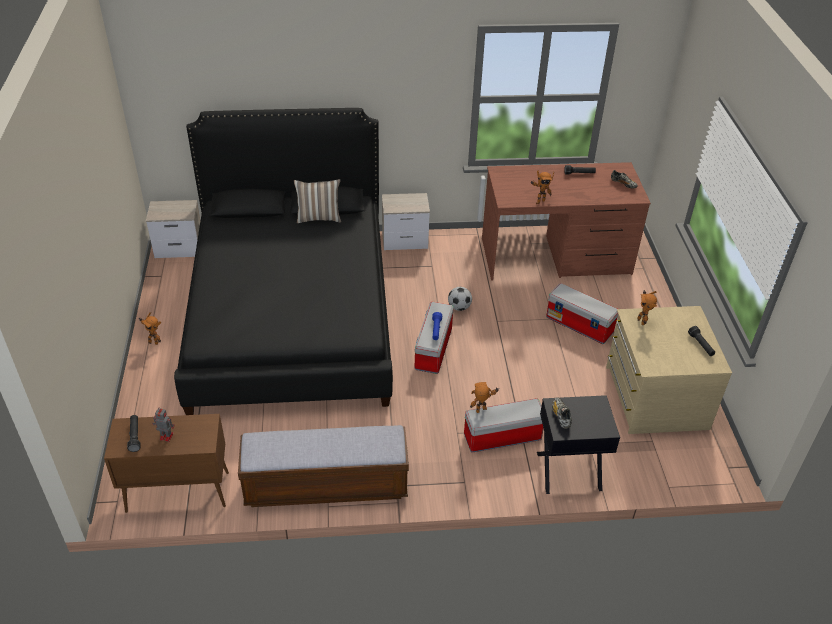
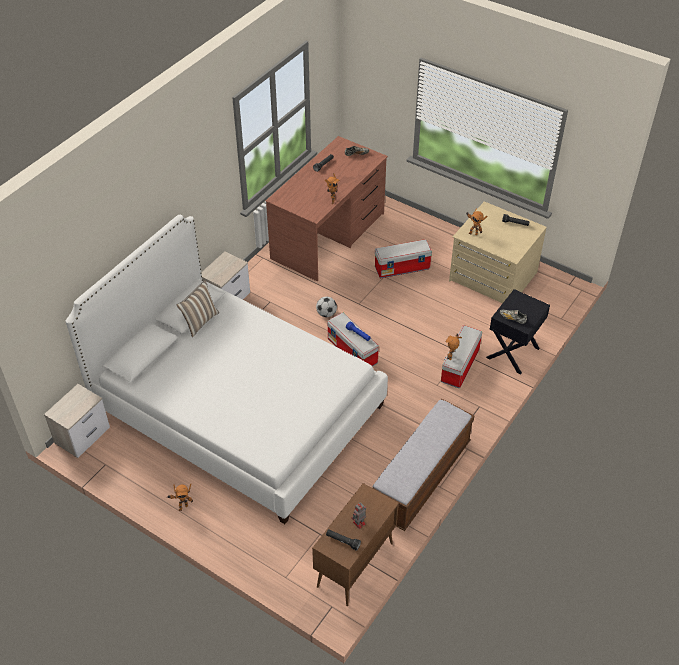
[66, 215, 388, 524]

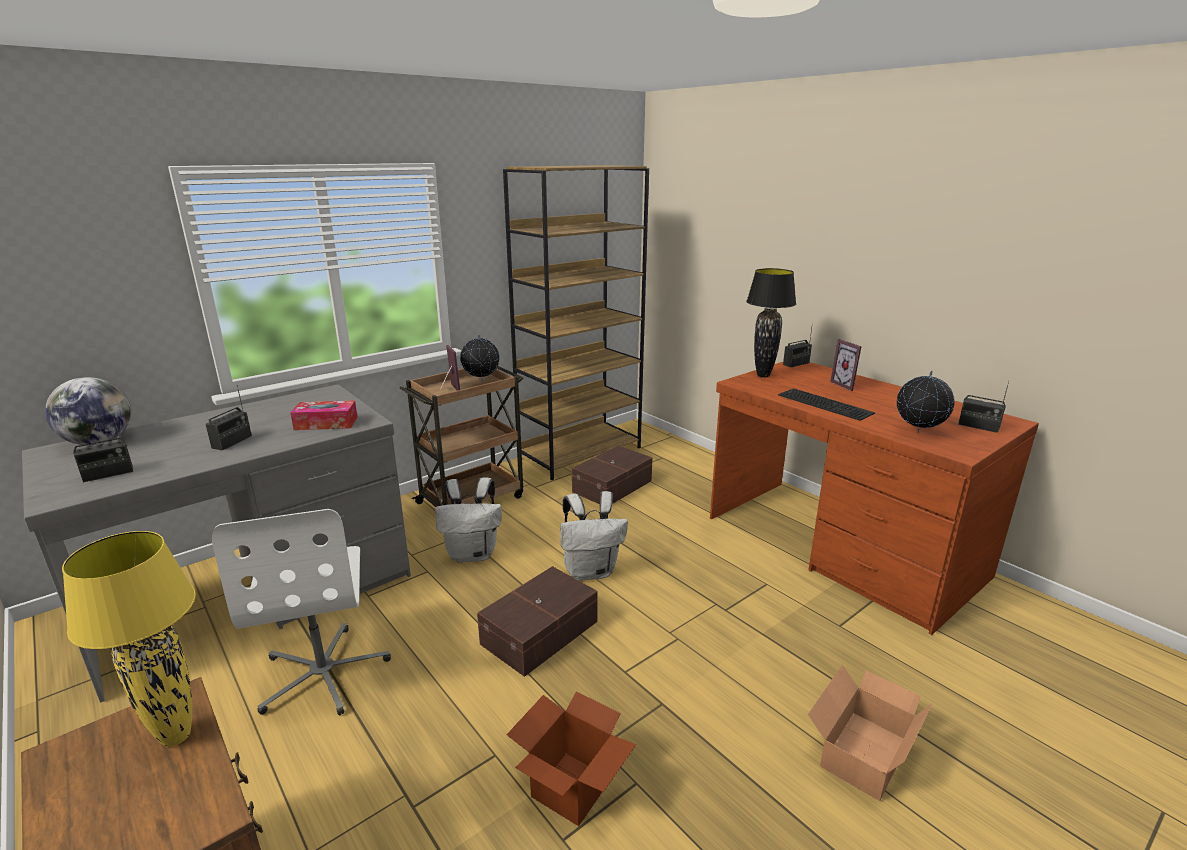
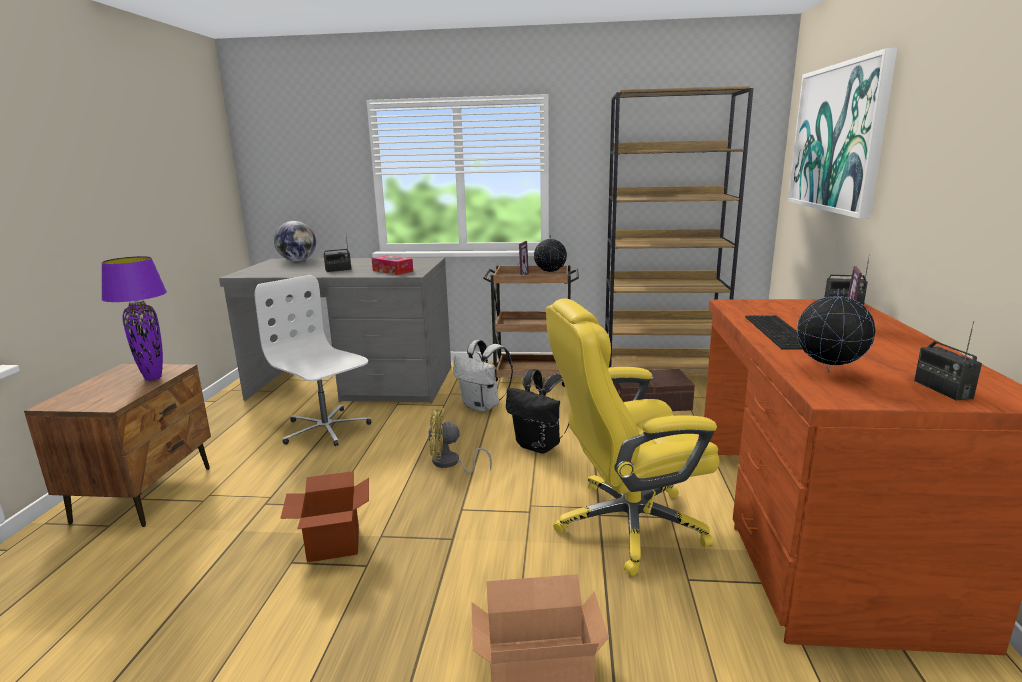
[101, 256, 167, 381]
[255, 275, 371, 446]
[428, 408, 492, 474]
[506, 369, 569, 454]
[546, 298, 720, 576]
[787, 48, 898, 219]
[73, 415, 133, 483] (first image)
[746, 268, 796, 378] (first image)

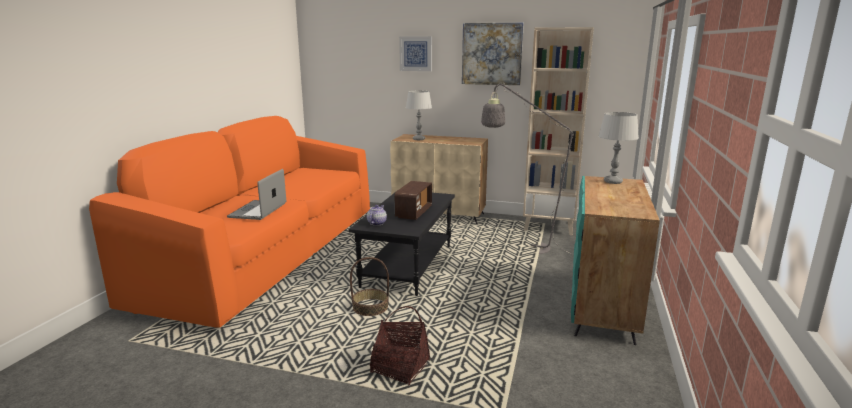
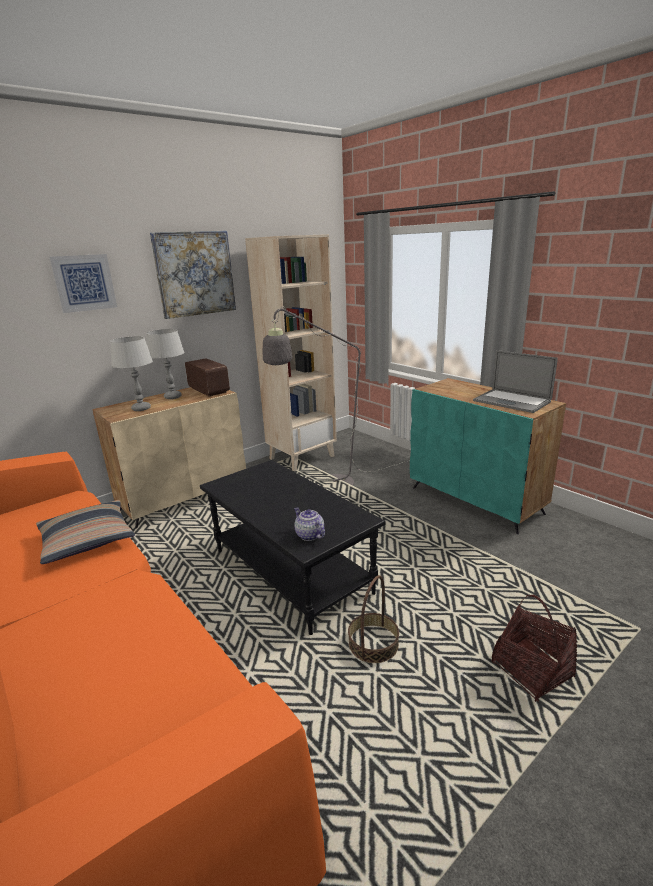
[36, 500, 135, 564]
[146, 329, 185, 399]
[185, 358, 230, 396]
[473, 350, 558, 413]

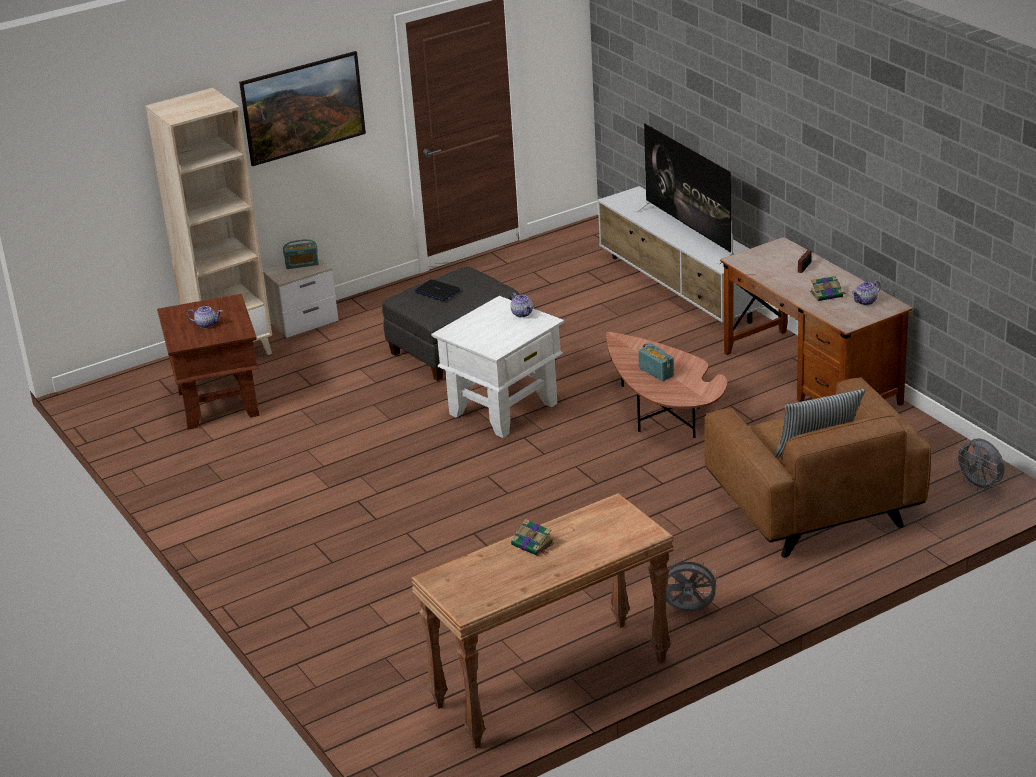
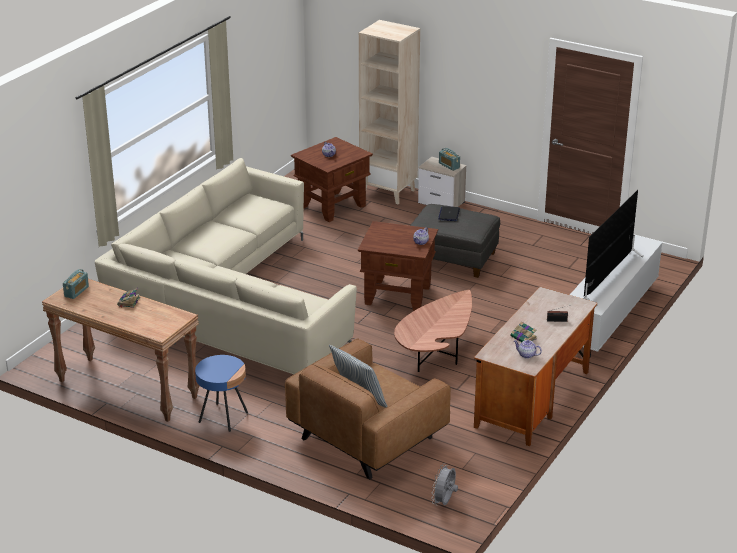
[63, 269, 89, 299]
[95, 158, 357, 374]
[195, 355, 248, 432]
[358, 221, 438, 311]
[239, 51, 366, 166] (first image)

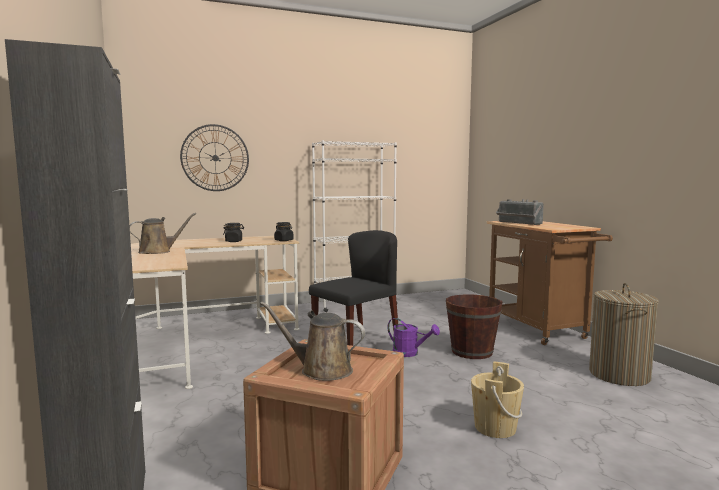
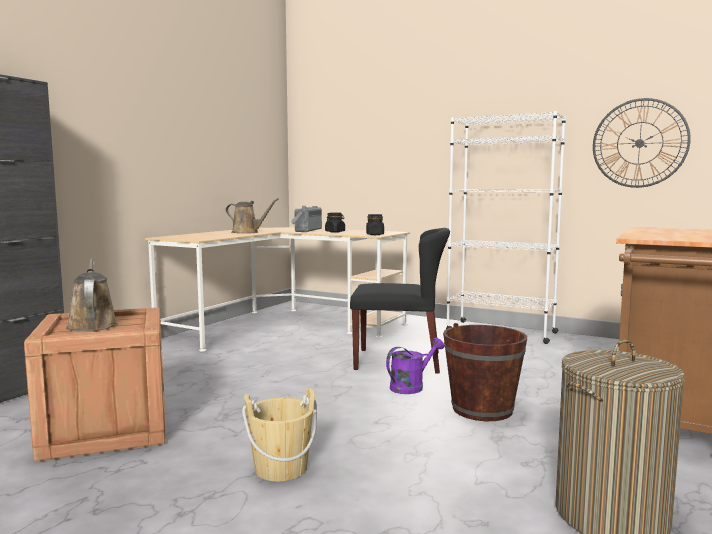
[291, 206, 322, 232]
[386, 338, 444, 394]
[593, 98, 691, 188]

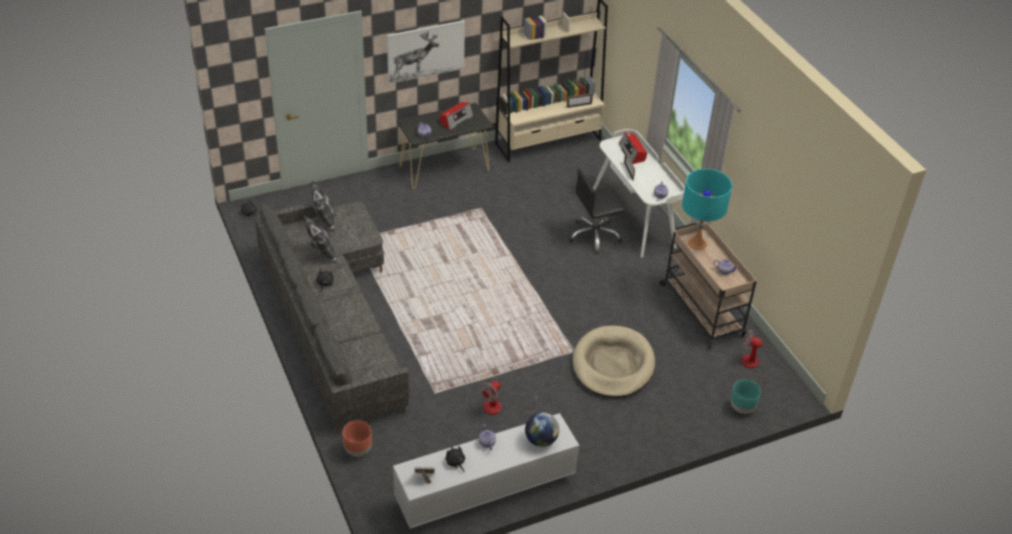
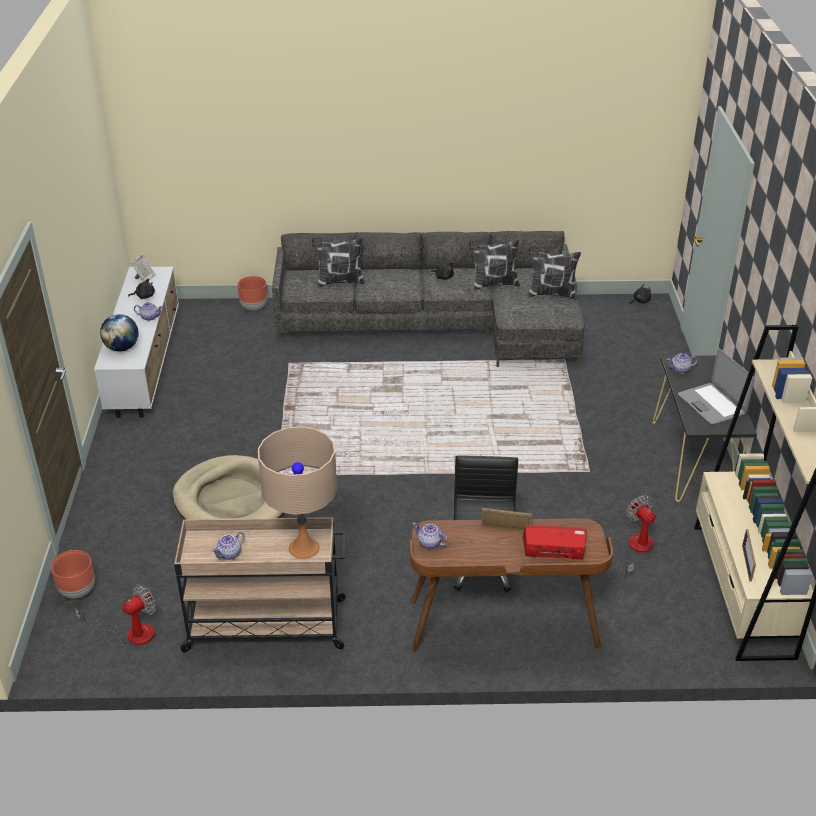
[51, 550, 95, 599]
[258, 426, 337, 559]
[312, 237, 365, 287]
[410, 518, 613, 652]
[621, 495, 656, 577]
[678, 349, 755, 425]
[387, 20, 465, 84] (first image)

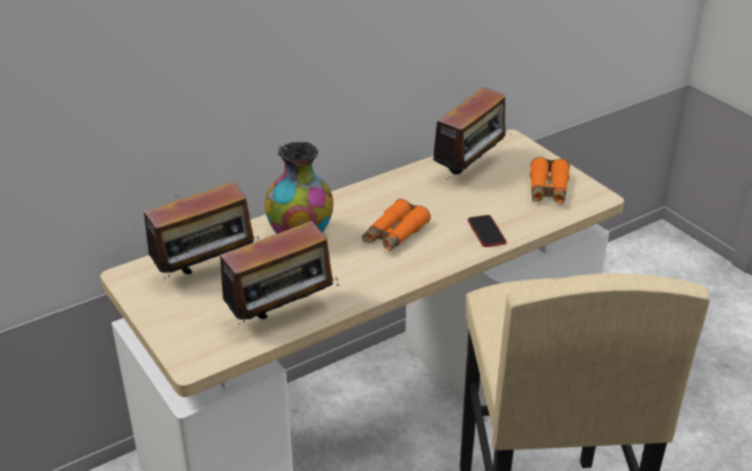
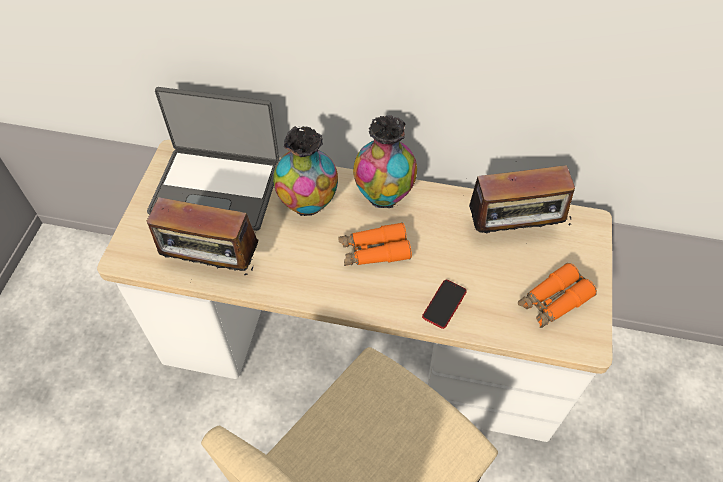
[147, 87, 280, 231]
[353, 115, 417, 208]

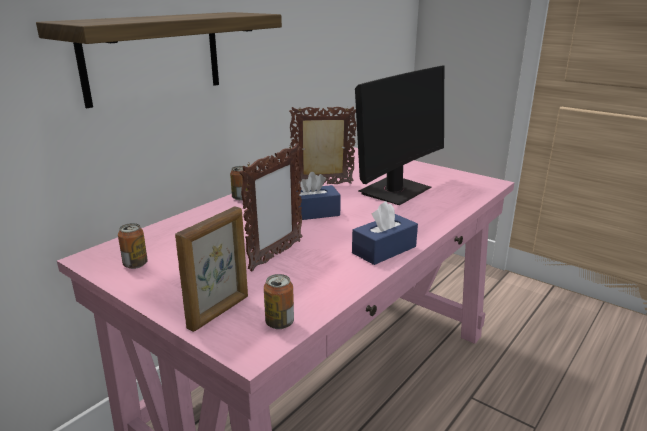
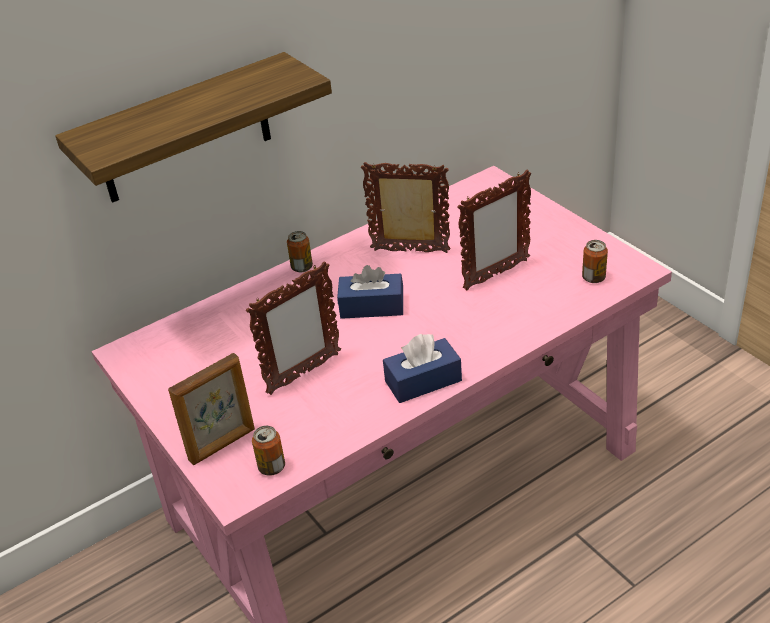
[457, 170, 531, 290]
[582, 240, 608, 283]

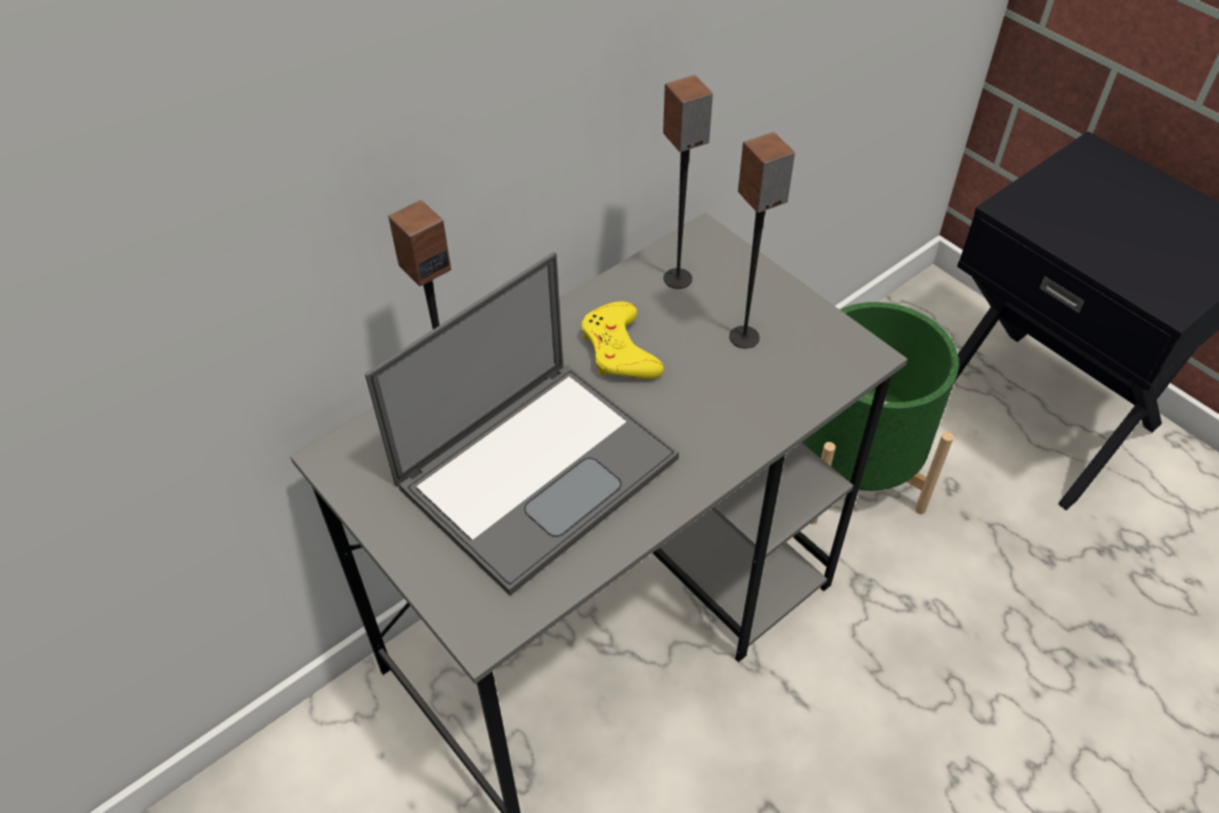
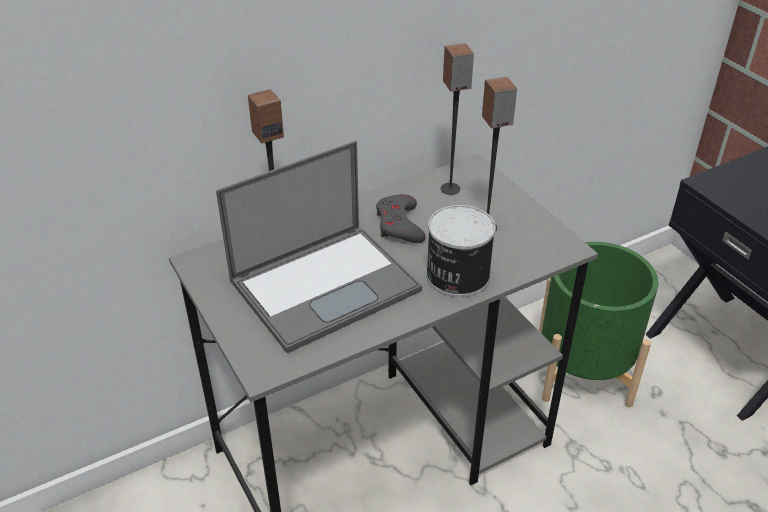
[376, 194, 426, 243]
[426, 205, 496, 297]

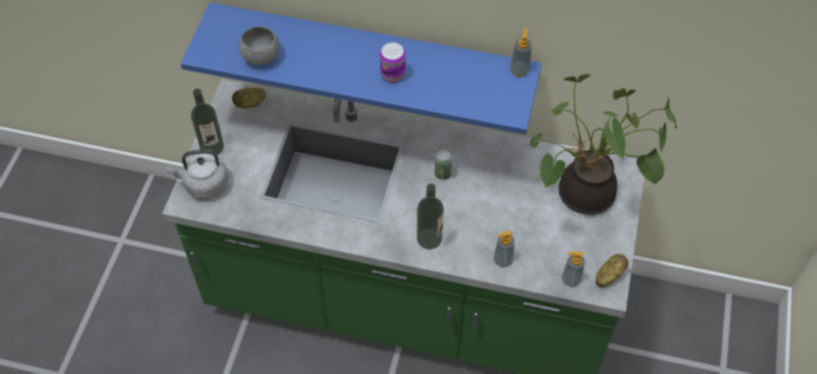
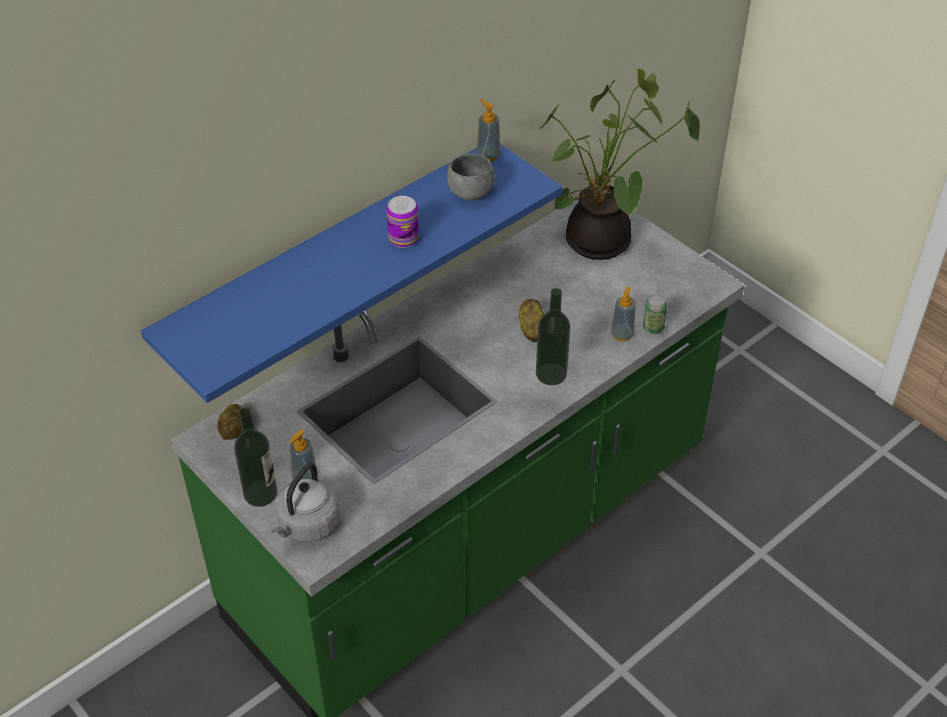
[289, 429, 318, 479]
[447, 153, 495, 200]
[519, 299, 544, 342]
[643, 294, 667, 334]

